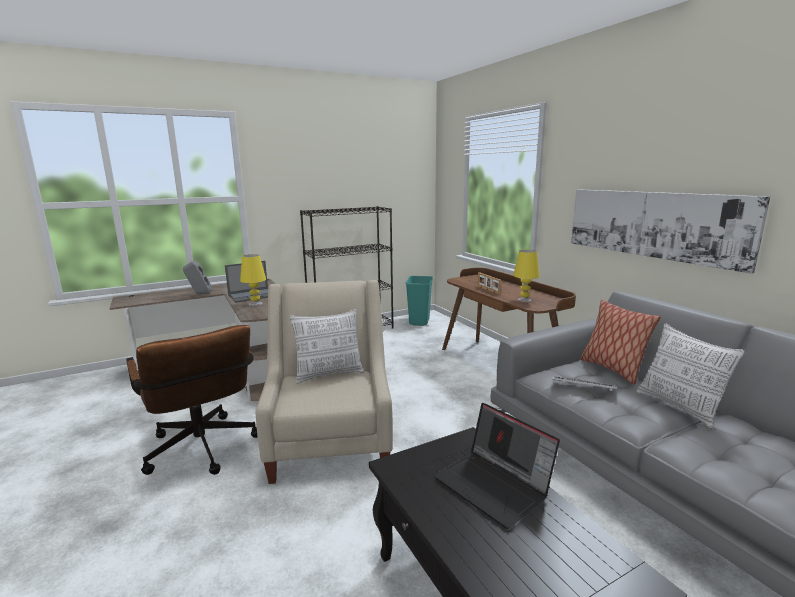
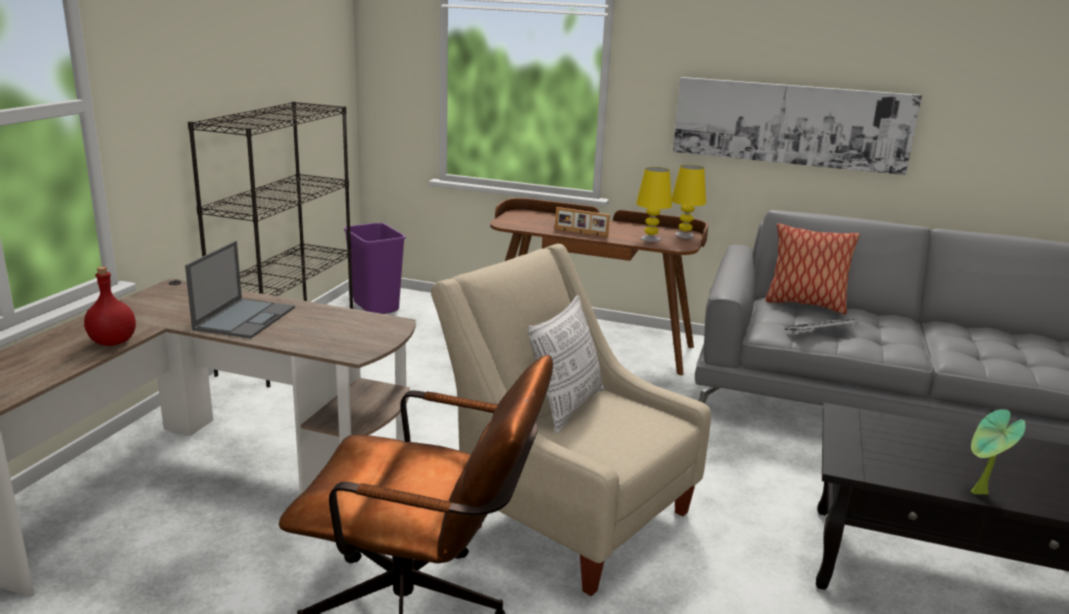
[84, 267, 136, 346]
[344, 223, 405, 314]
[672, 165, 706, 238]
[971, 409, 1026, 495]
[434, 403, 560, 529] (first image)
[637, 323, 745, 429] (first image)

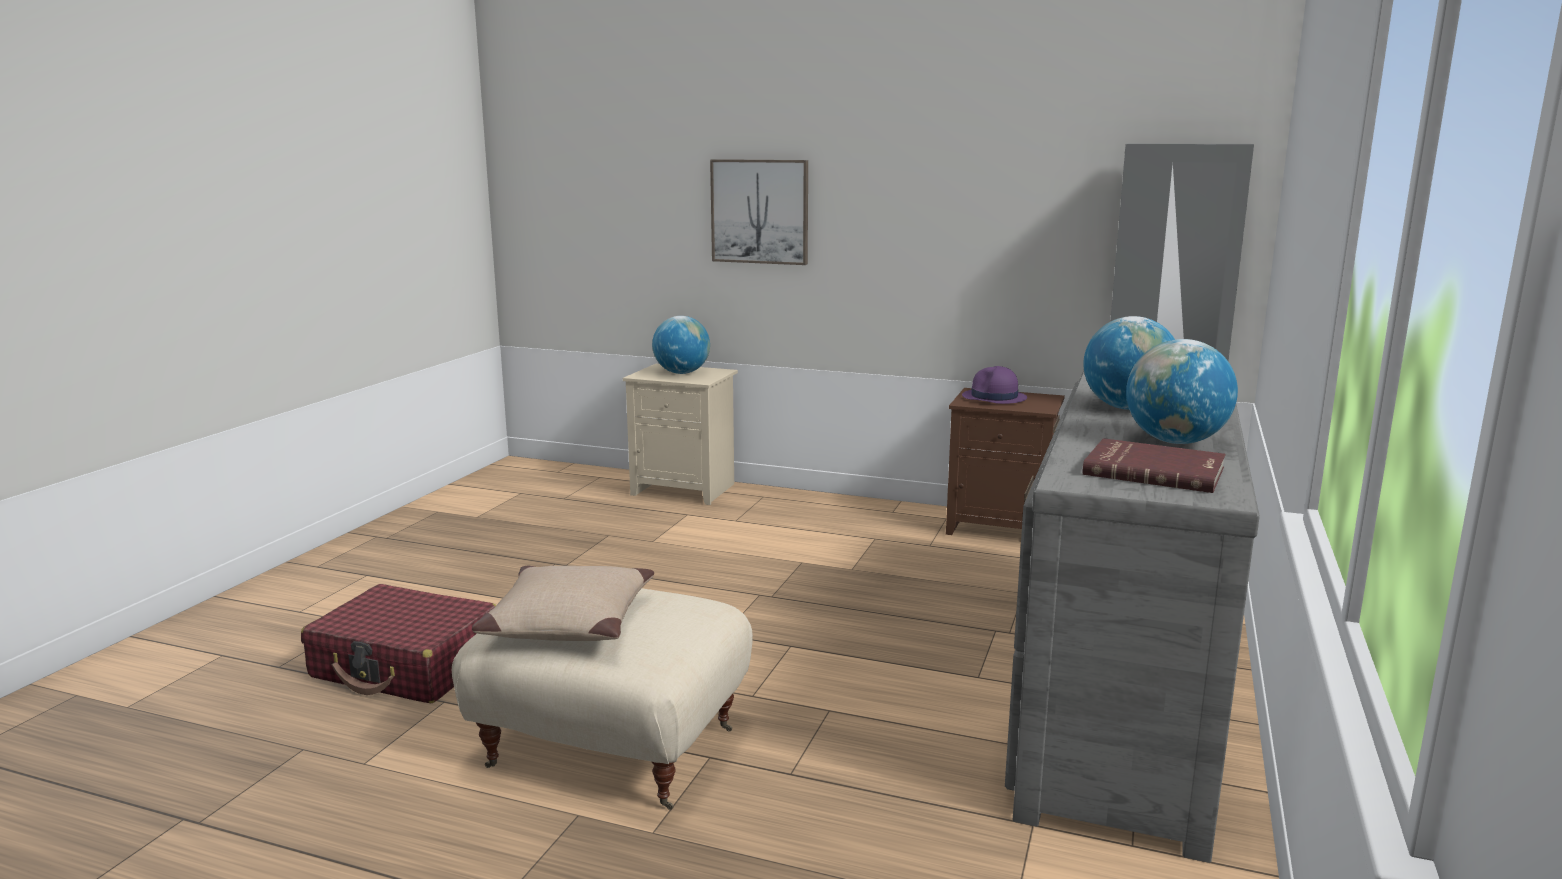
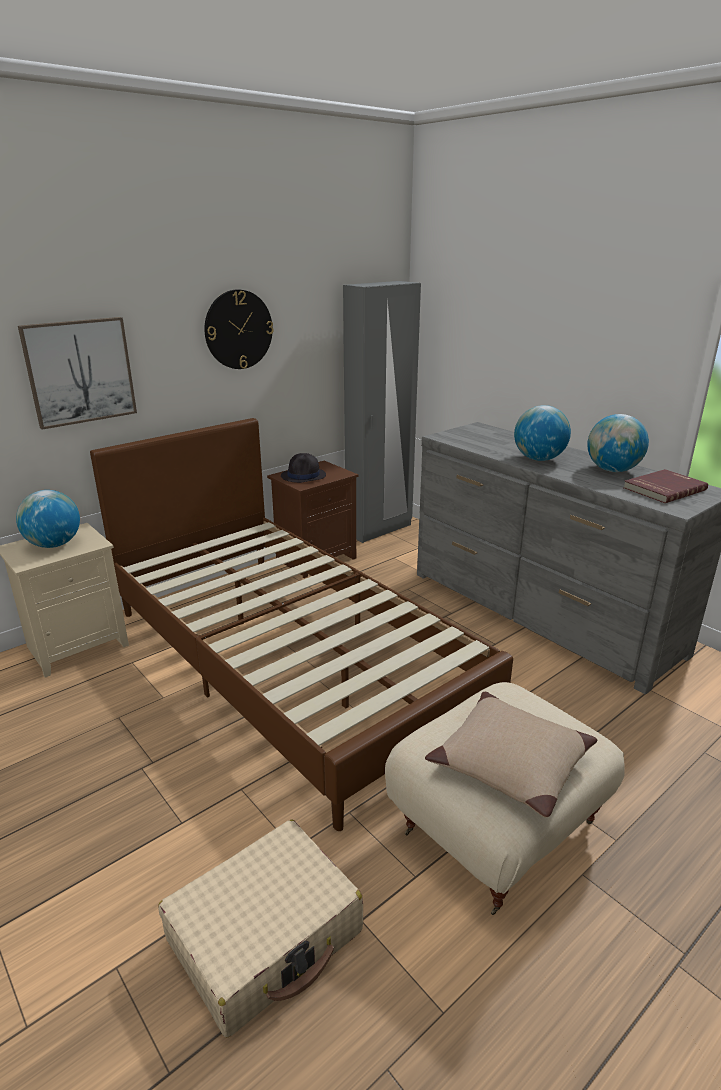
[90, 418, 513, 831]
[158, 820, 363, 1037]
[204, 289, 274, 369]
[281, 453, 326, 483]

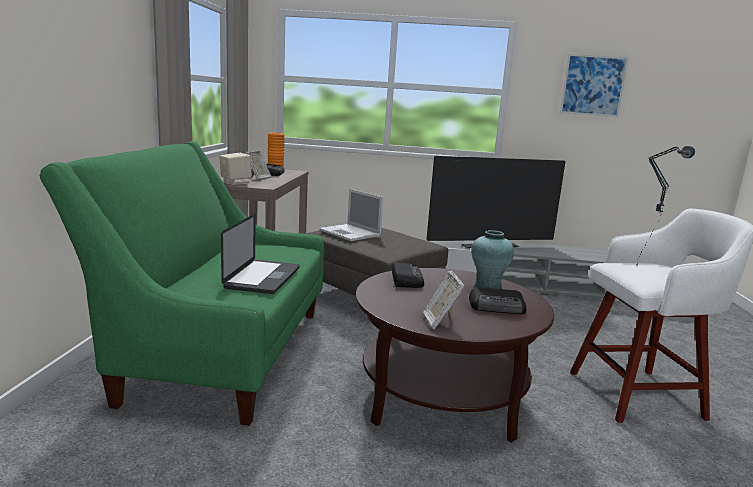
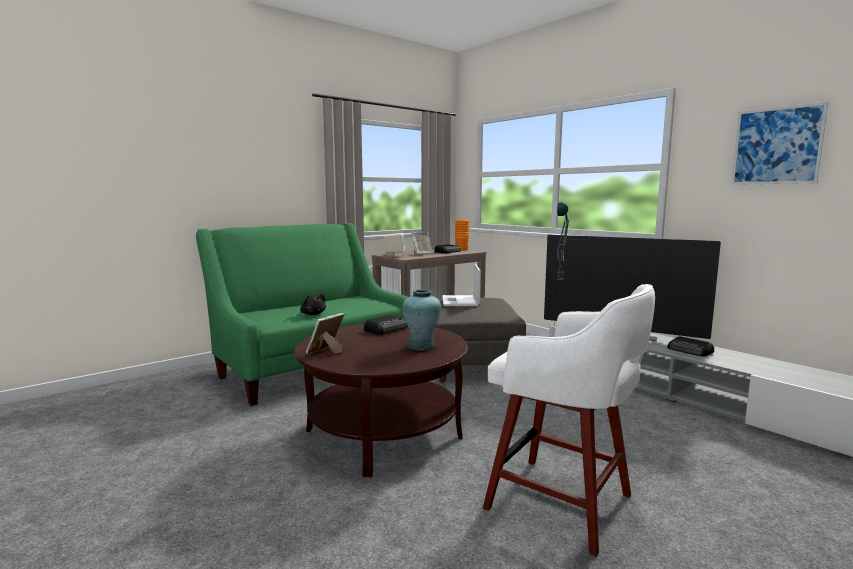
[300, 294, 326, 315]
[667, 336, 714, 356]

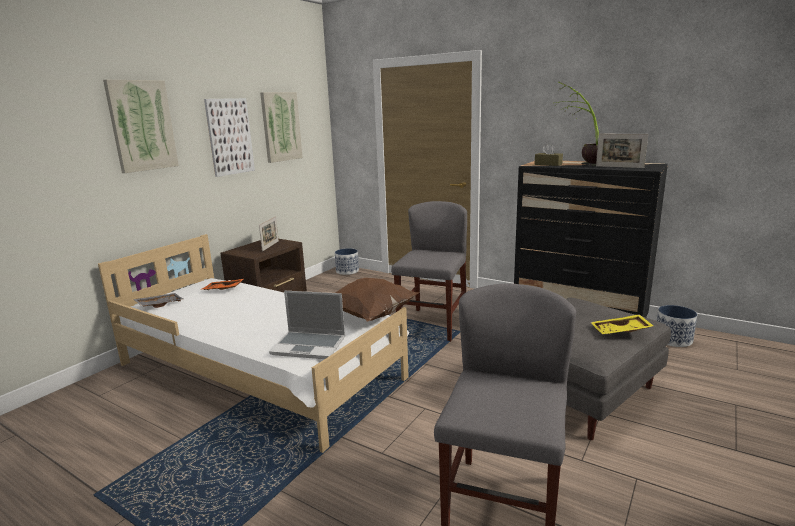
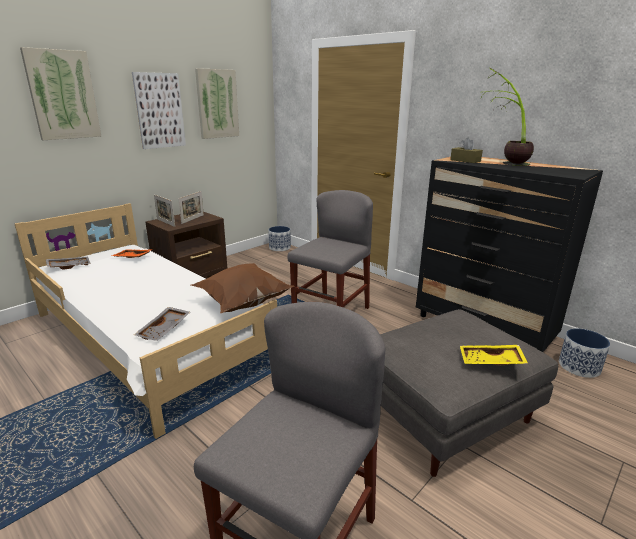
[134, 307, 190, 341]
[154, 195, 175, 227]

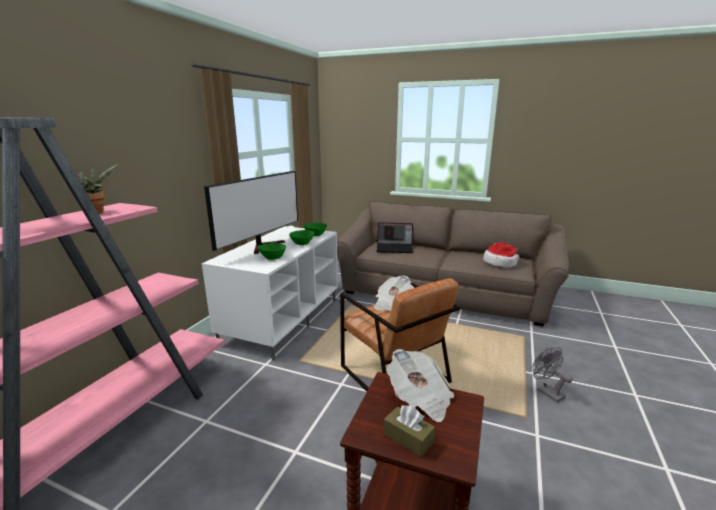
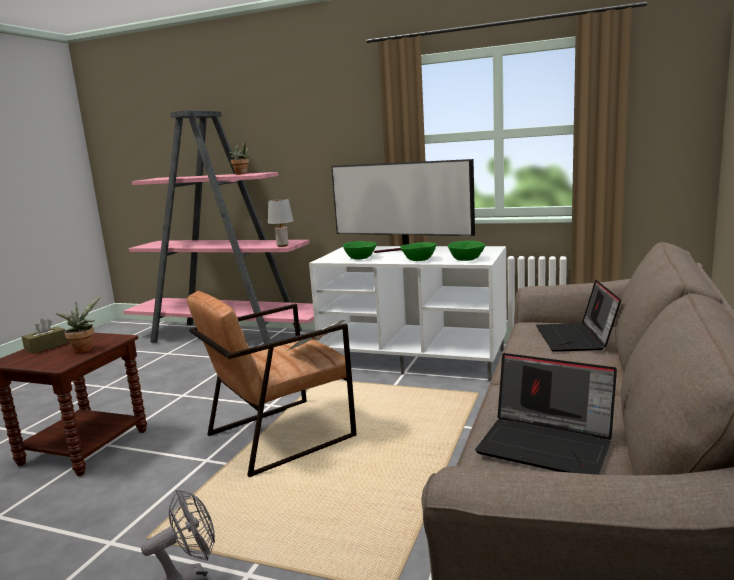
[56, 296, 101, 353]
[268, 199, 294, 247]
[475, 353, 617, 475]

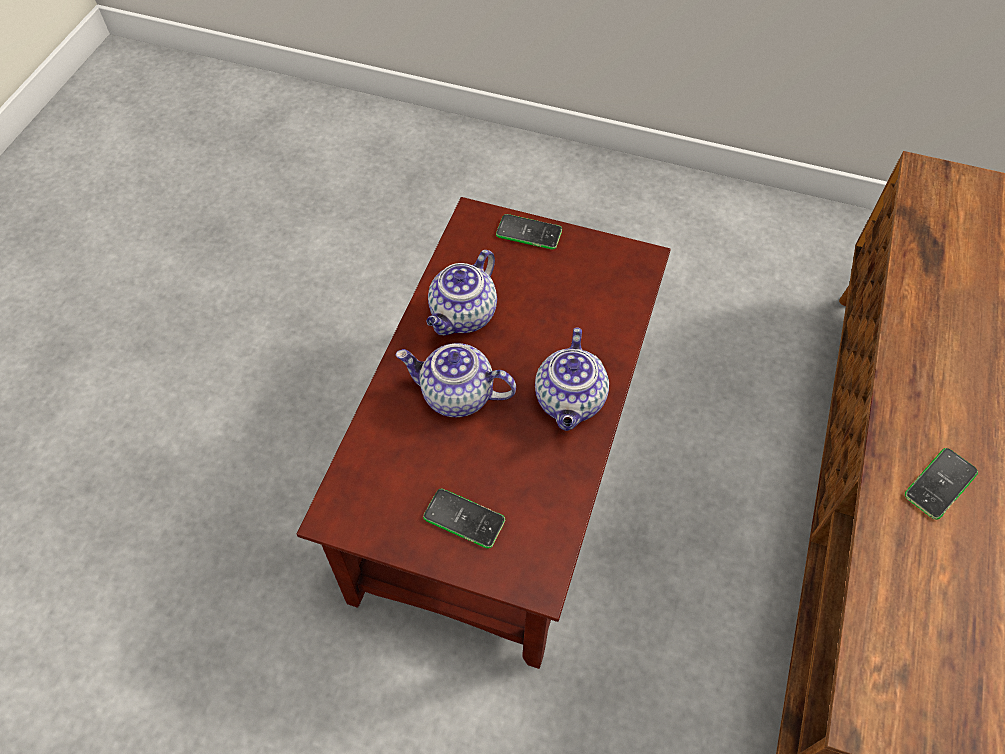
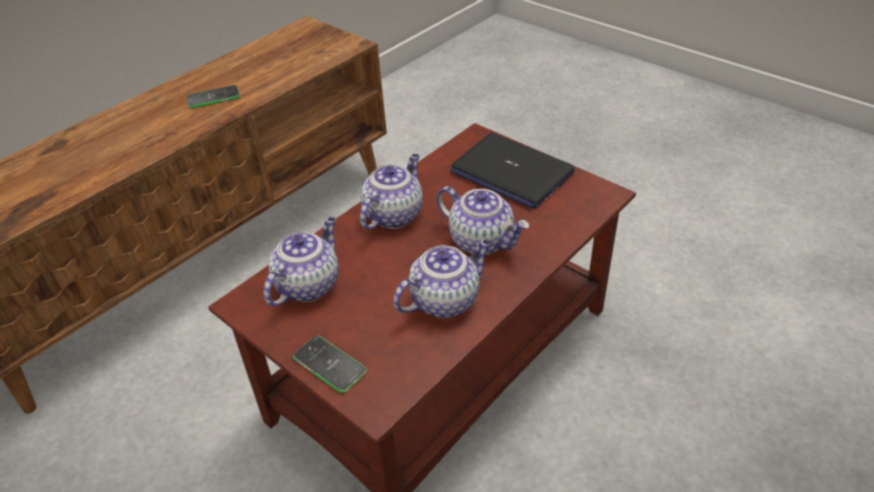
[264, 217, 339, 306]
[450, 133, 575, 209]

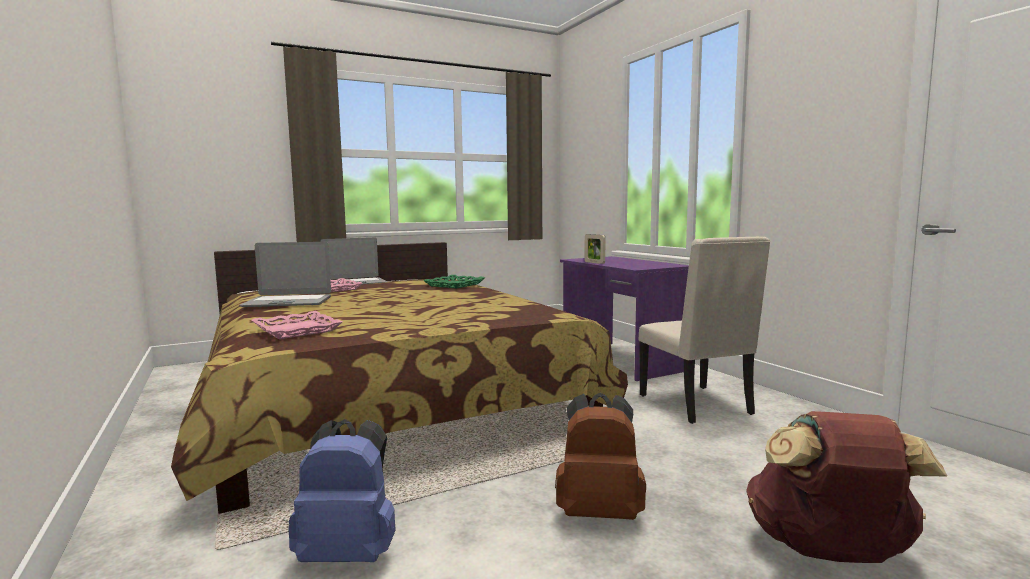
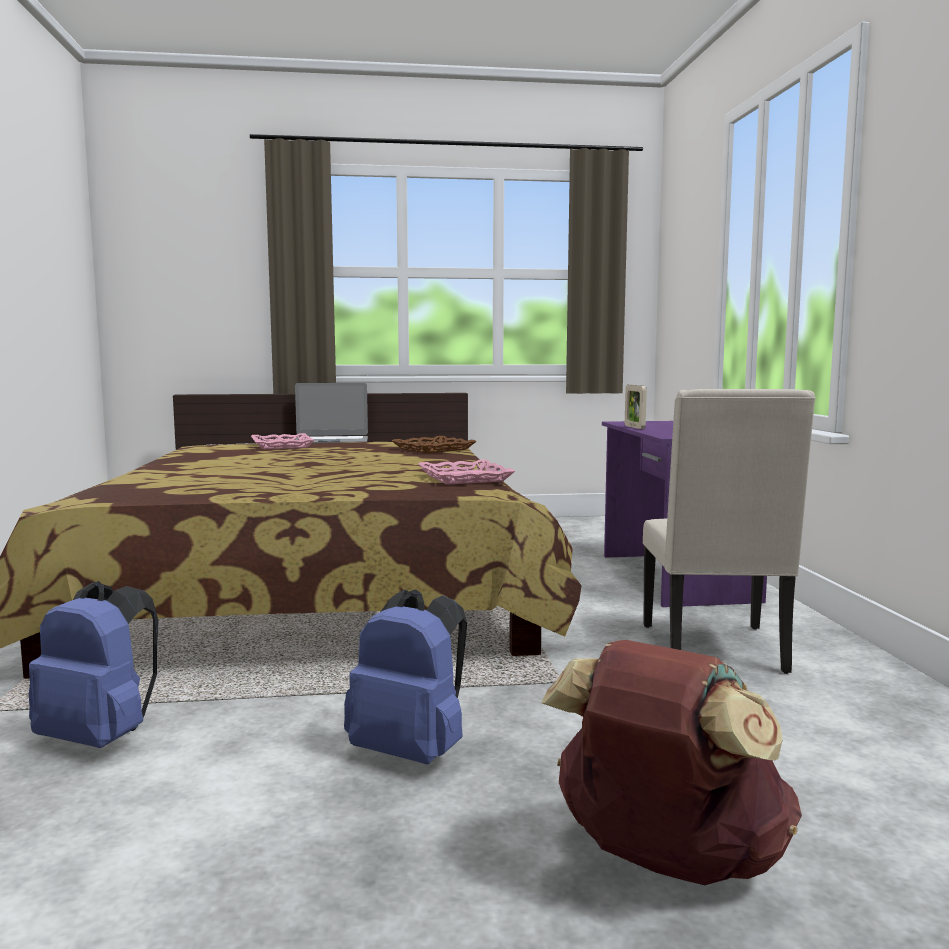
[344, 589, 467, 764]
[392, 436, 477, 453]
[418, 460, 515, 485]
[239, 242, 331, 307] (first image)

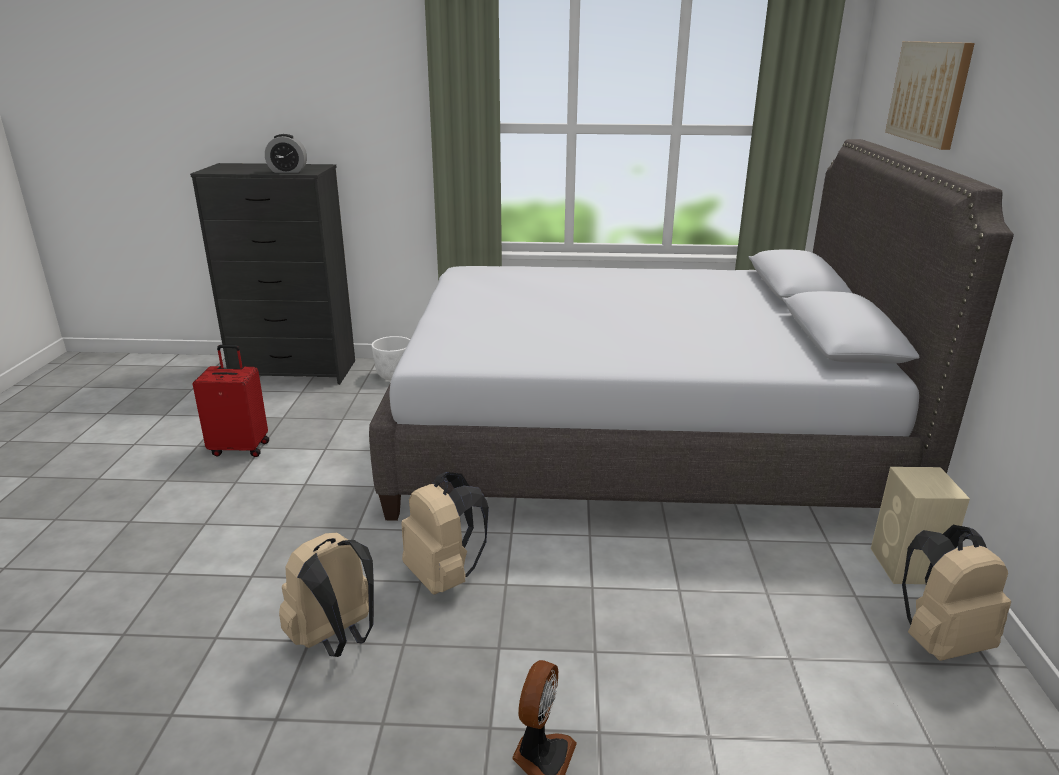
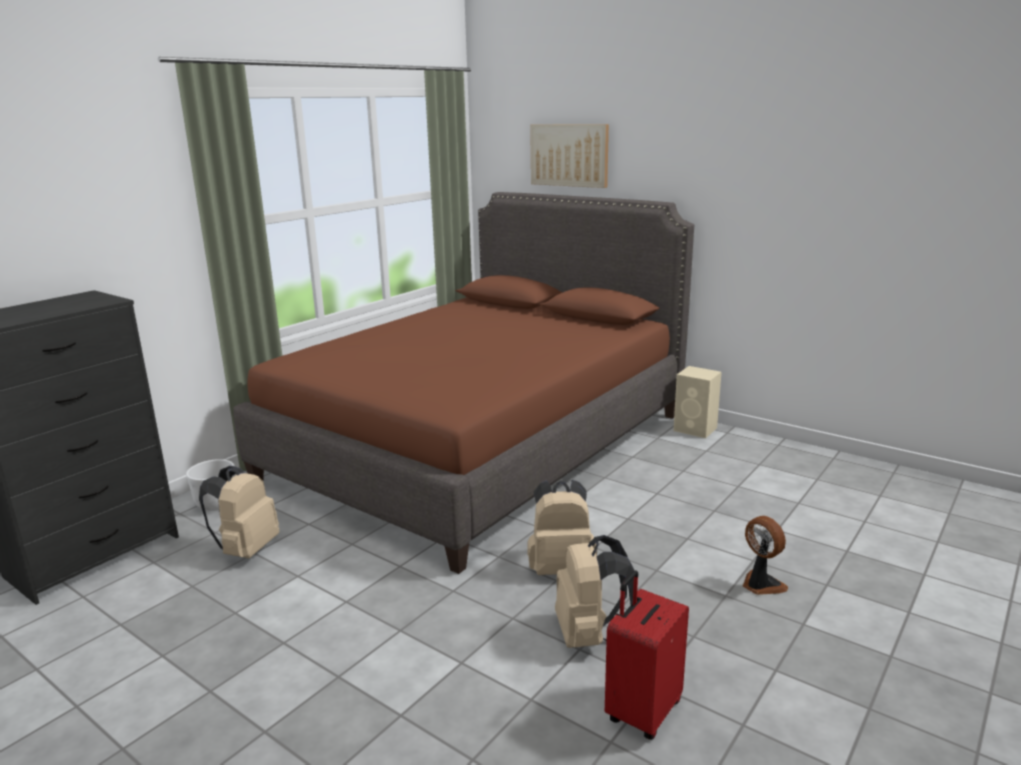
[199, 466, 279, 559]
[233, 192, 694, 574]
[605, 570, 689, 740]
[265, 134, 307, 173] (first image)

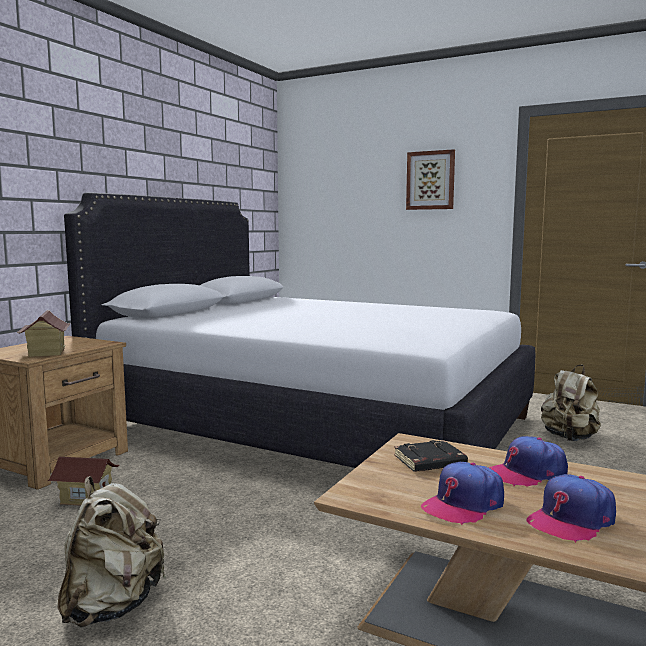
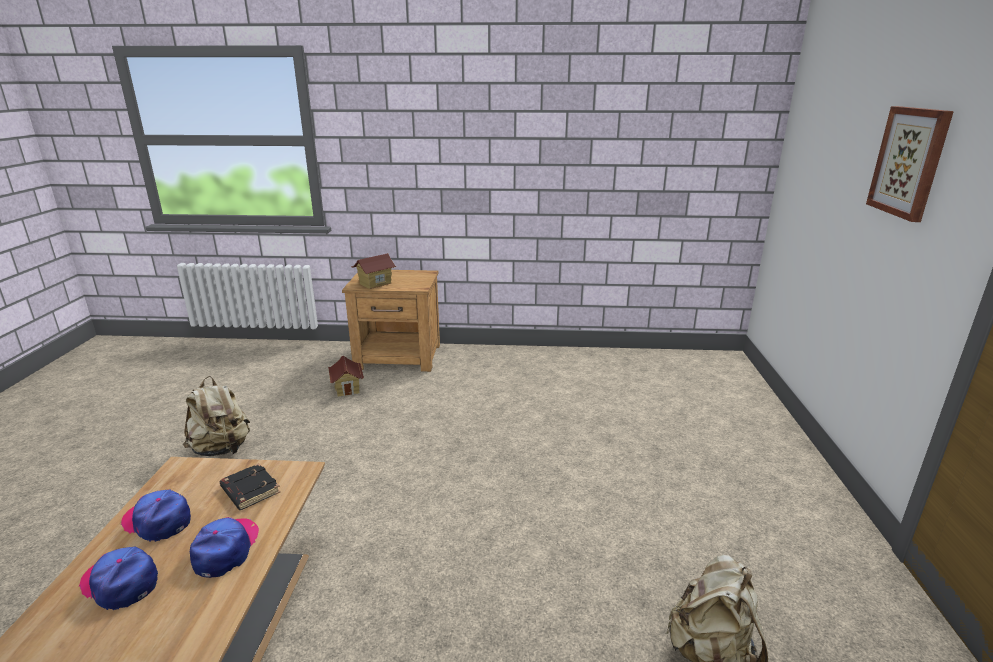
[190, 517, 259, 578]
[64, 192, 535, 468] (first image)

